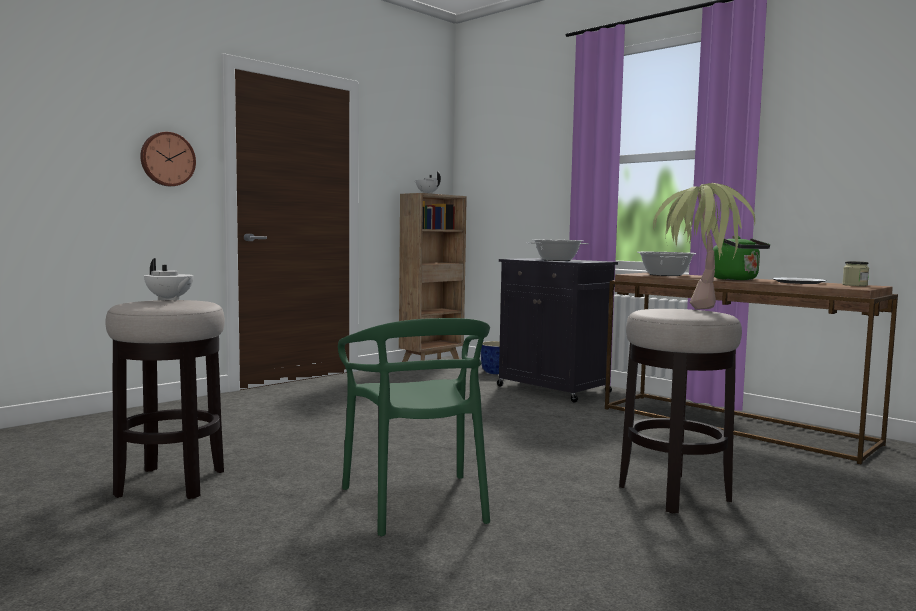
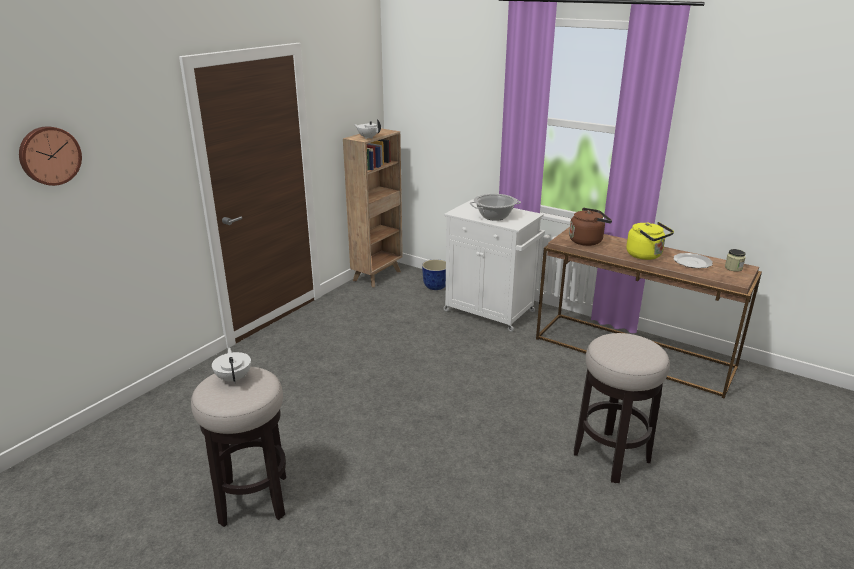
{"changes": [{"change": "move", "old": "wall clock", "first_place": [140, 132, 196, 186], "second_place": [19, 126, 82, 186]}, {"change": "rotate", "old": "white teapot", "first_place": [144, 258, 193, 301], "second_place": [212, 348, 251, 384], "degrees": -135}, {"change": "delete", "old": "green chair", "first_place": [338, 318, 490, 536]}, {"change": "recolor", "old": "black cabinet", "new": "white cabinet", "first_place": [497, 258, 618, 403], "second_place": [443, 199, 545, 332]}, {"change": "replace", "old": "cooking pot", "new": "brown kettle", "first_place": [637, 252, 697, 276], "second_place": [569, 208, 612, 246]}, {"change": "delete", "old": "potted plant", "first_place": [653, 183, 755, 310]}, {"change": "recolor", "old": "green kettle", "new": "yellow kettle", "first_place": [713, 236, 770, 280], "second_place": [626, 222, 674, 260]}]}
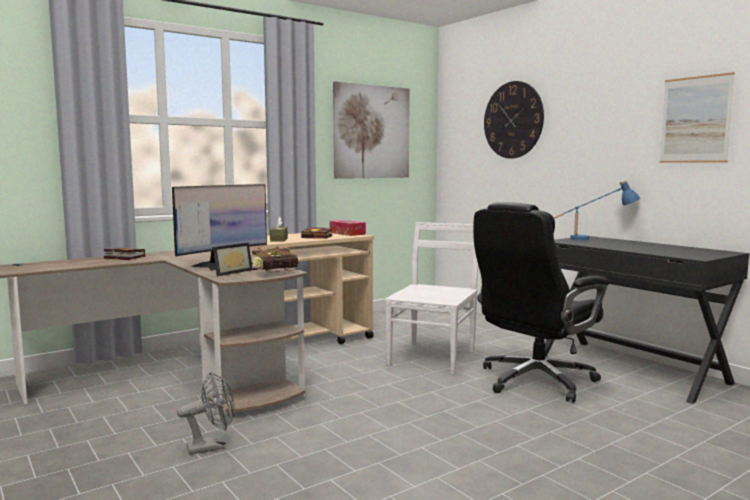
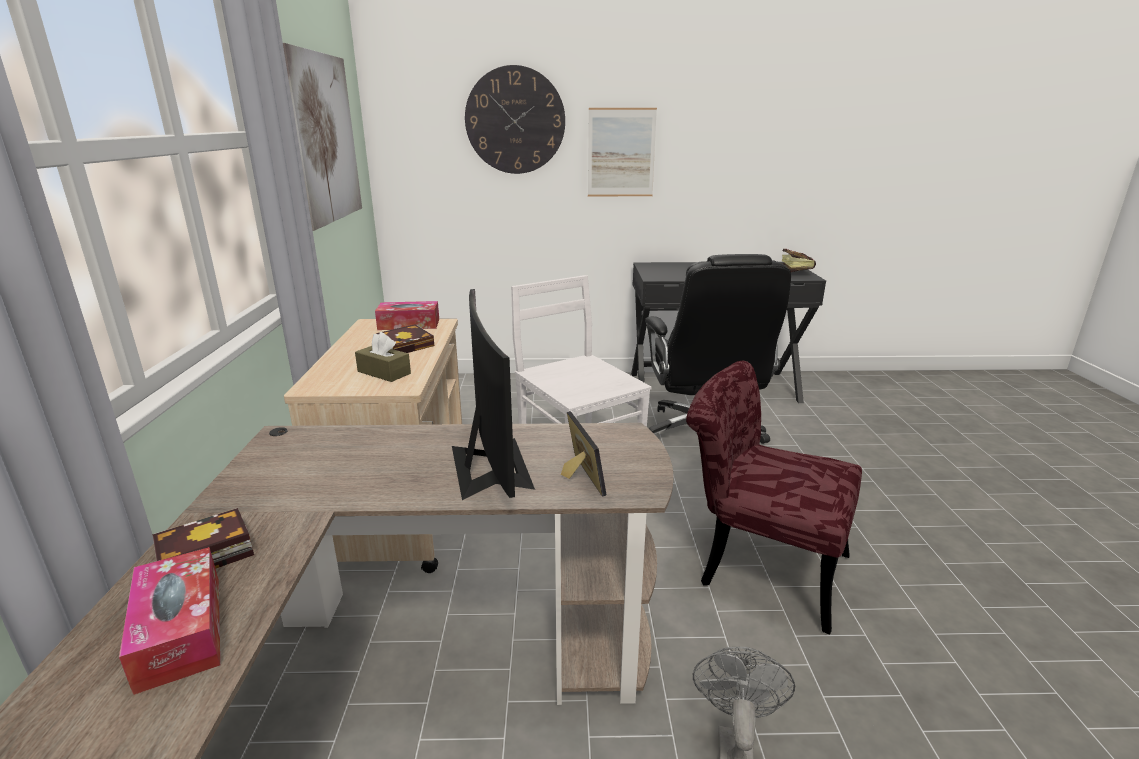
{"changes": [{"change": "move", "old": "book", "first_place": [252, 247, 298, 272], "second_place": [781, 249, 816, 272]}, {"change": "delete", "old": "blue table lamp", "first_place": [554, 180, 640, 241]}, {"change": "move", "old": "picture", "first_place": [660, 72, 735, 163], "second_place": [588, 108, 657, 196]}, {"change": "insert", "new": "tissue box", "second_place": [119, 547, 220, 695]}, {"change": "insert", "new": "red chair", "second_place": [686, 361, 862, 635]}]}
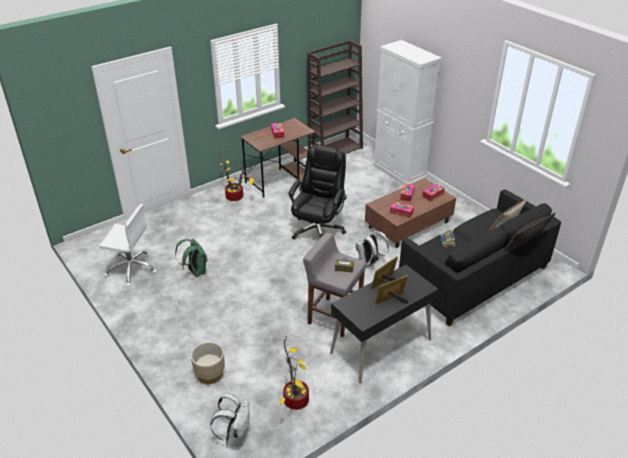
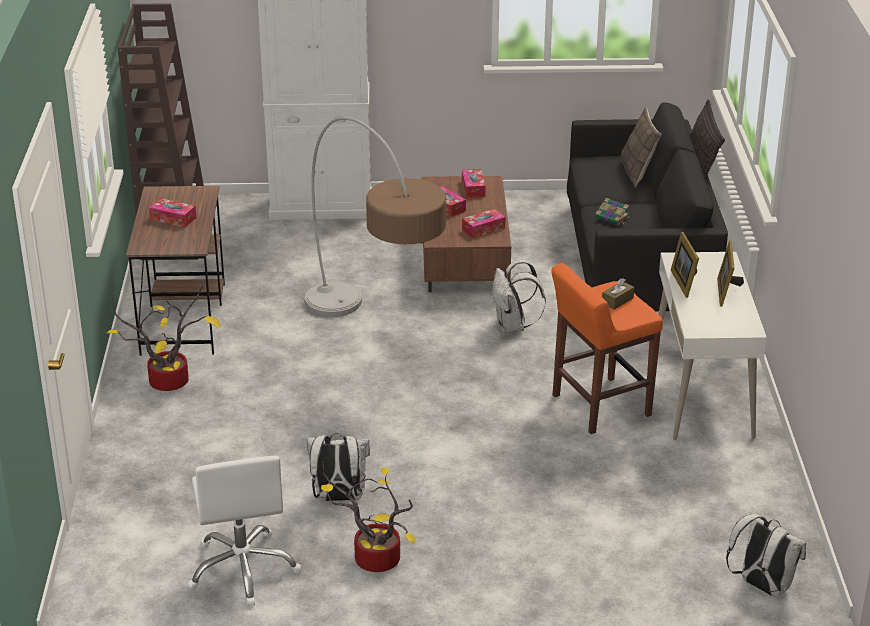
{"changes": [{"change": "rotate", "old": "white office chair", "first_place": [99, 204, 157, 286], "second_place": [188, 456, 301, 606], "degrees": 120}, {"change": "recolor", "old": "green backpack", "new": "white backpack", "first_place": [175, 239, 208, 277], "second_place": [307, 433, 370, 501]}, {"change": "delete", "old": "beige planter", "first_place": [191, 342, 225, 384]}, {"change": "move", "old": "potted plant", "first_place": [280, 336, 309, 410], "second_place": [321, 461, 415, 572]}, {"change": "replace", "old": "black office chair", "new": "floor lamp", "first_place": [288, 145, 347, 239], "second_place": [304, 117, 446, 317]}, {"change": "recolor", "old": "grey stool", "new": "orange stool", "first_place": [303, 233, 366, 337], "second_place": [551, 263, 663, 434]}, {"change": "recolor", "old": "black desk", "new": "white desk", "first_place": [330, 265, 438, 383], "second_place": [658, 252, 767, 440]}]}
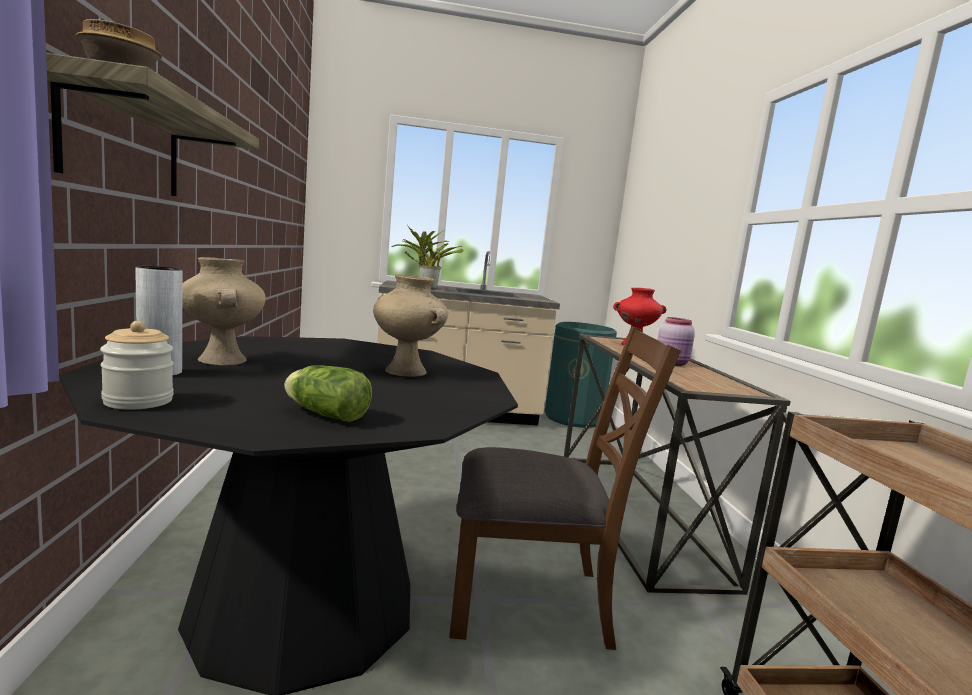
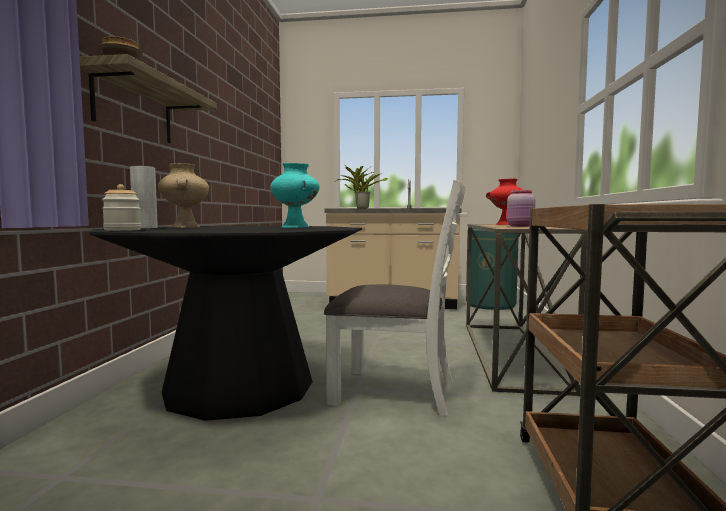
{"changes": [{"change": "delete", "old": "lettuce", "first_place": [284, 366, 372, 422]}, {"change": "recolor", "old": "beige vase", "new": "turquoise vase", "first_place": [373, 274, 448, 377], "second_place": [270, 163, 320, 228]}, {"change": "recolor", "old": "brown chair", "new": "white chair", "first_place": [449, 326, 681, 650], "second_place": [324, 180, 466, 416]}]}
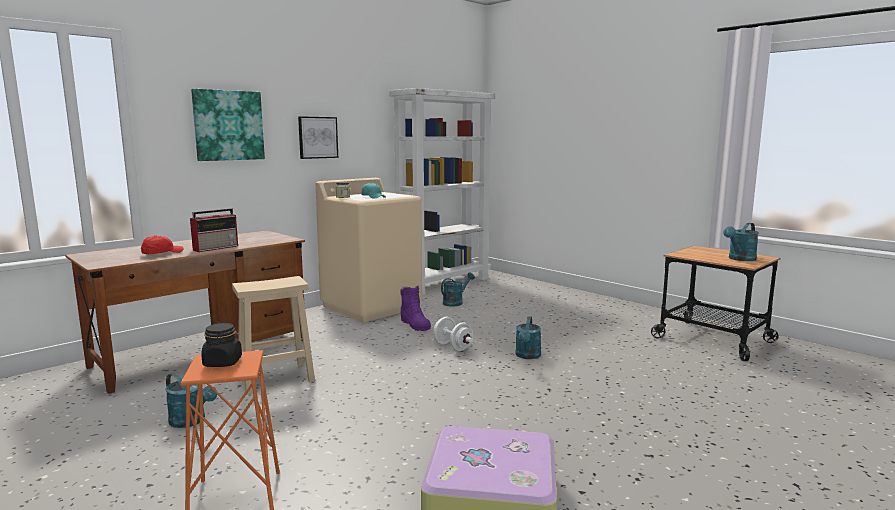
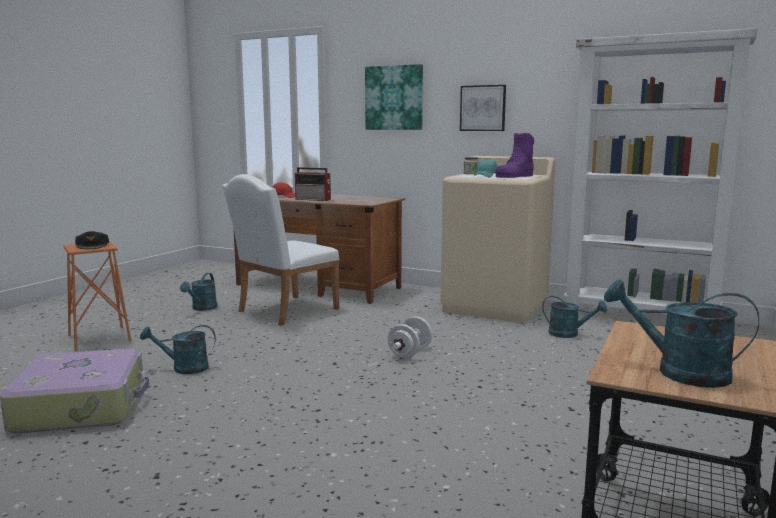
{"changes": [{"change": "replace", "old": "black jar", "new": "black cap", "first_place": [201, 323, 242, 367], "second_place": [75, 231, 109, 249]}, {"change": "replace", "old": "beige stool", "new": "white chair", "first_place": [232, 276, 315, 395], "second_place": [222, 174, 339, 326]}, {"change": "move", "old": "purple boot", "first_place": [400, 286, 431, 331], "second_place": [495, 133, 534, 178]}, {"change": "move", "old": "turquoise watering can", "first_place": [515, 316, 541, 359], "second_place": [140, 325, 216, 374]}]}
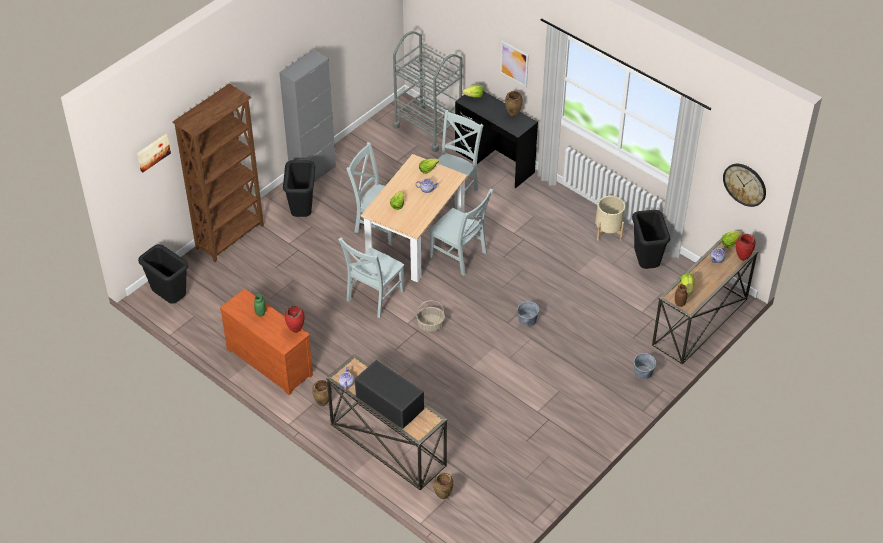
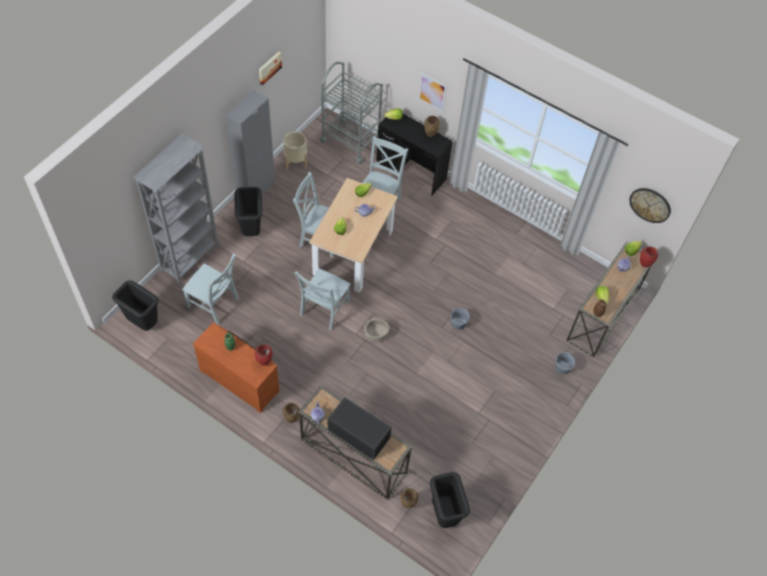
{"changes": [{"change": "move", "old": "picture", "first_place": [137, 134, 171, 172], "second_place": [259, 52, 282, 85]}, {"change": "recolor", "old": "brown bookcase", "new": "grey bookcase", "first_place": [172, 83, 264, 262], "second_place": [133, 133, 219, 284]}, {"change": "move", "old": "grey chair", "first_place": [429, 189, 493, 276], "second_place": [182, 254, 239, 325]}, {"change": "move", "old": "beige planter", "first_place": [595, 196, 625, 241], "second_place": [284, 132, 307, 169]}, {"change": "move", "old": "black trash can", "first_place": [632, 210, 670, 269], "second_place": [430, 472, 470, 528]}]}
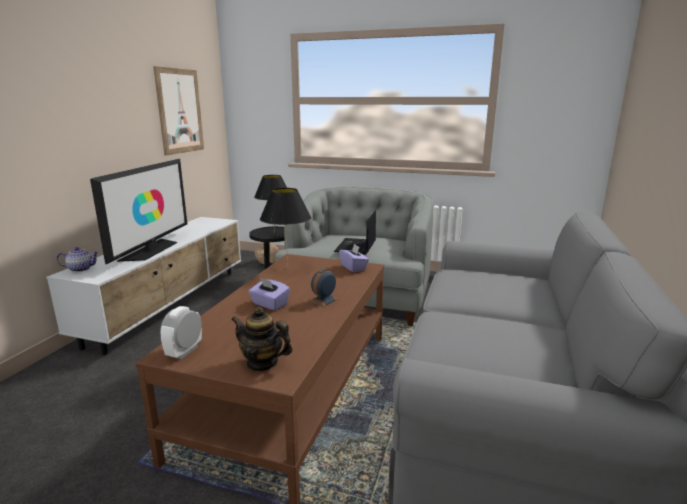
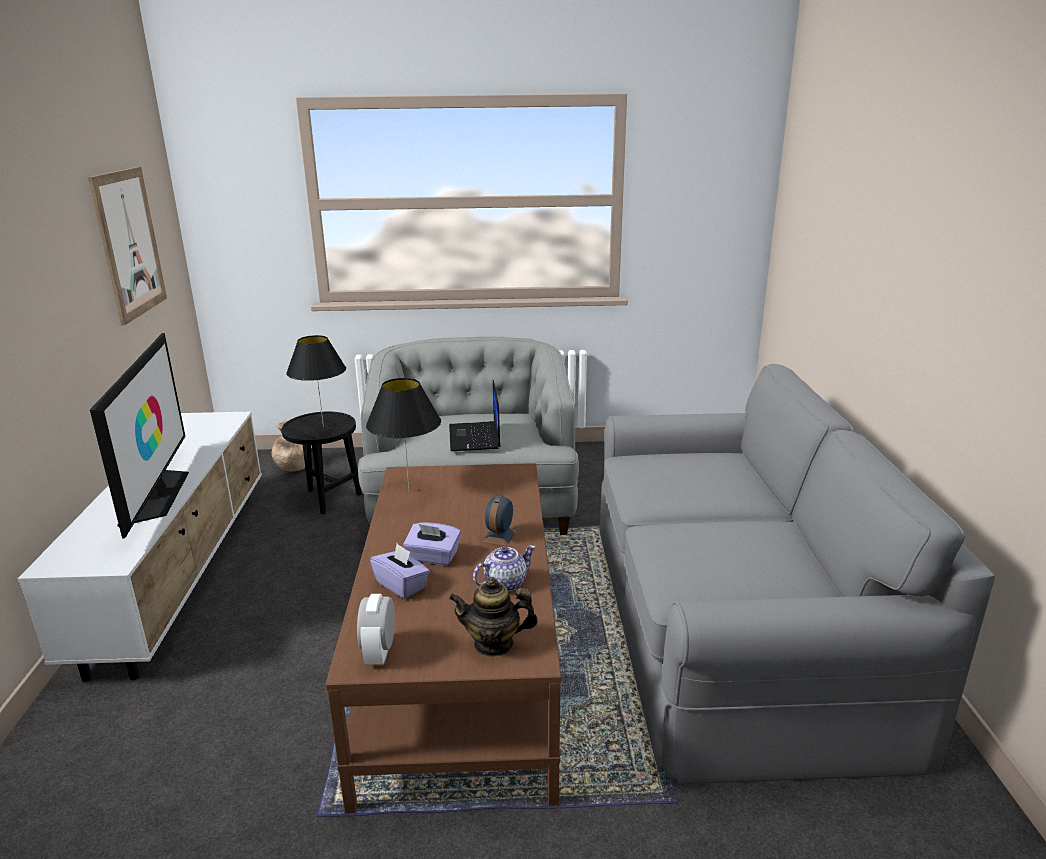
{"changes": [{"change": "move", "old": "teapot", "first_place": [56, 247, 99, 272], "second_place": [473, 545, 536, 592]}, {"change": "move", "old": "purple tissue box", "first_place": [339, 244, 369, 272], "second_place": [370, 544, 430, 599]}]}
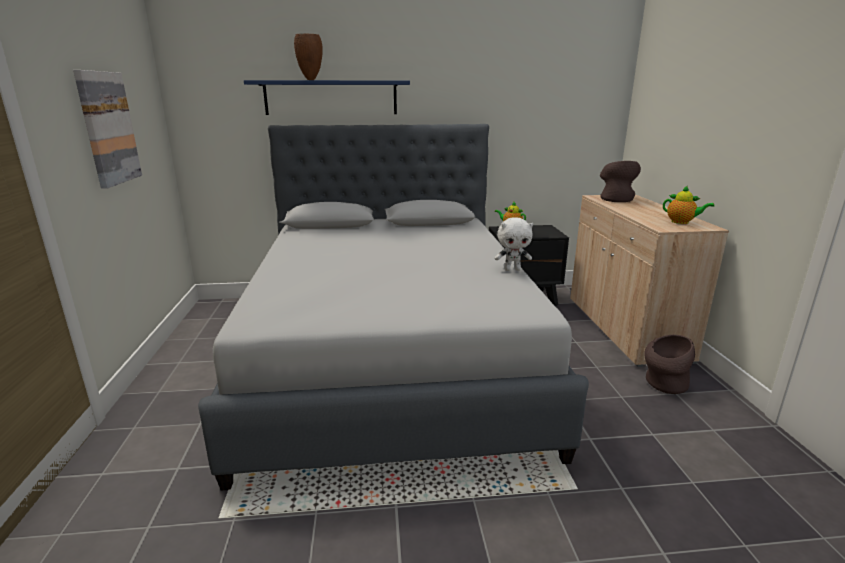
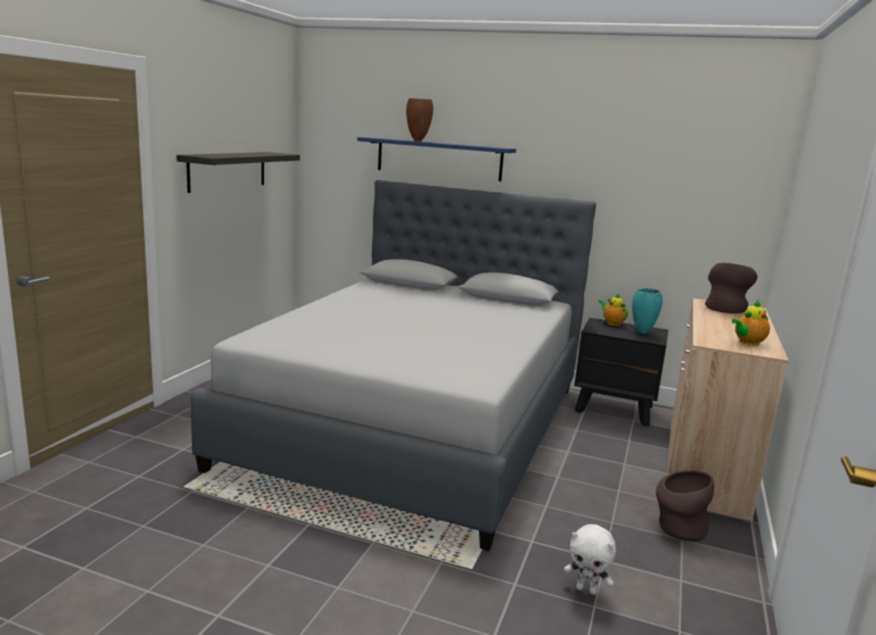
{"changes": [{"change": "replace", "old": "picture", "new": "shelf", "first_place": [73, 70, 142, 189], "second_place": [176, 152, 300, 193]}, {"change": "move", "old": "white plush toy", "first_place": [494, 217, 533, 271], "second_place": [564, 524, 616, 595]}, {"change": "rotate", "old": "teapot", "first_place": [663, 186, 714, 224], "second_place": [732, 300, 770, 346], "degrees": 90}, {"change": "insert", "new": "turquoise vase", "second_place": [632, 288, 663, 334]}]}
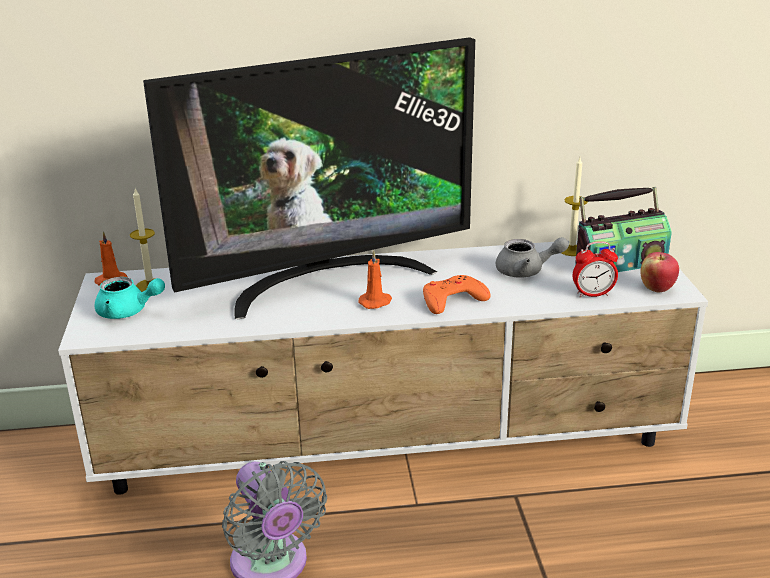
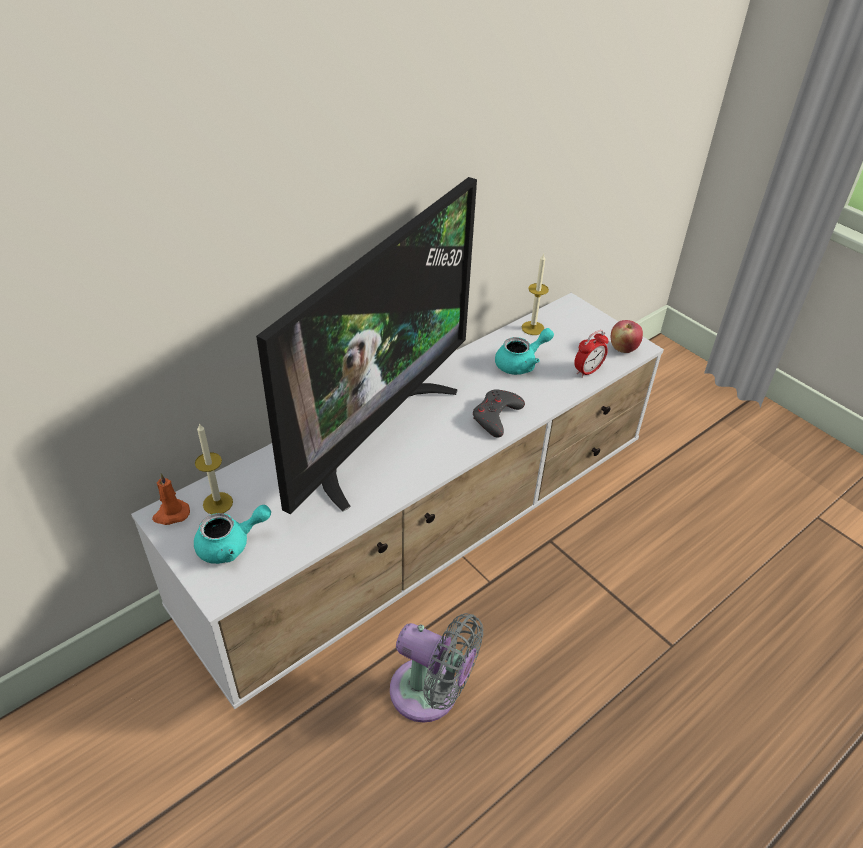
{"changes": [{"change": "delete", "old": "orange candle", "first_place": [358, 250, 392, 309]}, {"change": "recolor", "old": "orange game controller", "new": "grey game controller", "first_place": [423, 275, 491, 314], "second_place": [473, 389, 525, 438]}, {"change": "recolor", "old": "grey teapot", "new": "turquoise teapot", "first_place": [495, 237, 569, 278], "second_place": [495, 328, 554, 375]}, {"change": "delete", "old": "radio", "first_place": [575, 187, 672, 272]}]}
